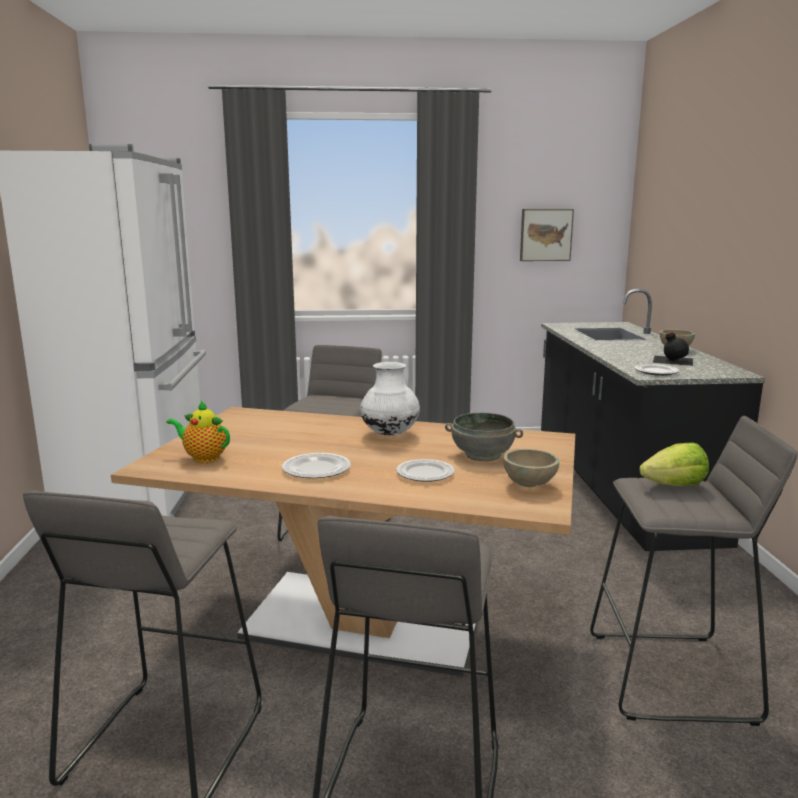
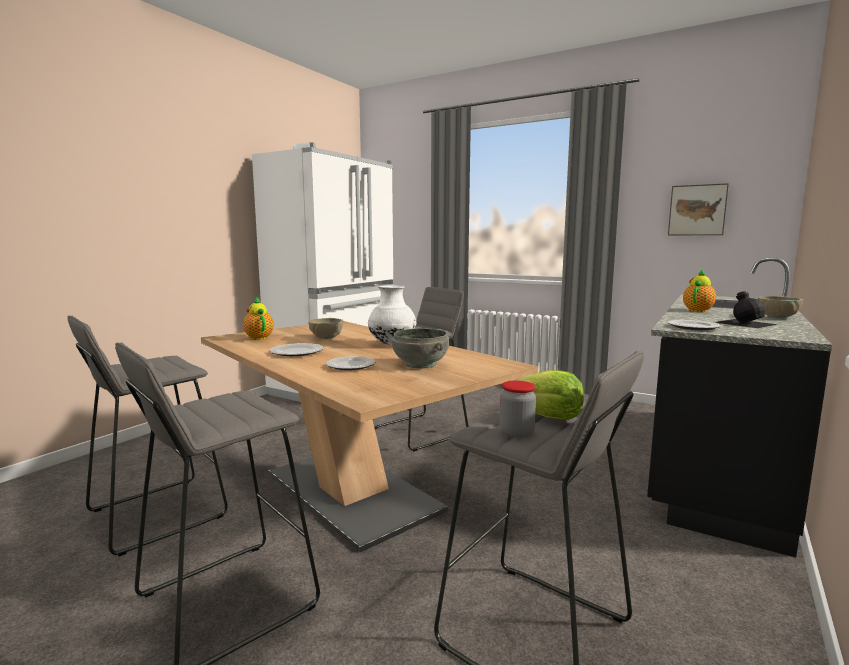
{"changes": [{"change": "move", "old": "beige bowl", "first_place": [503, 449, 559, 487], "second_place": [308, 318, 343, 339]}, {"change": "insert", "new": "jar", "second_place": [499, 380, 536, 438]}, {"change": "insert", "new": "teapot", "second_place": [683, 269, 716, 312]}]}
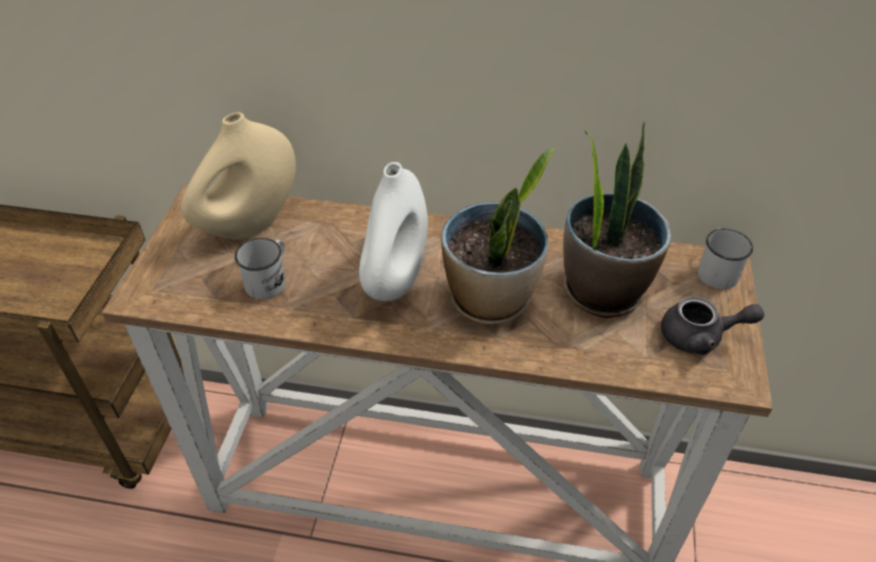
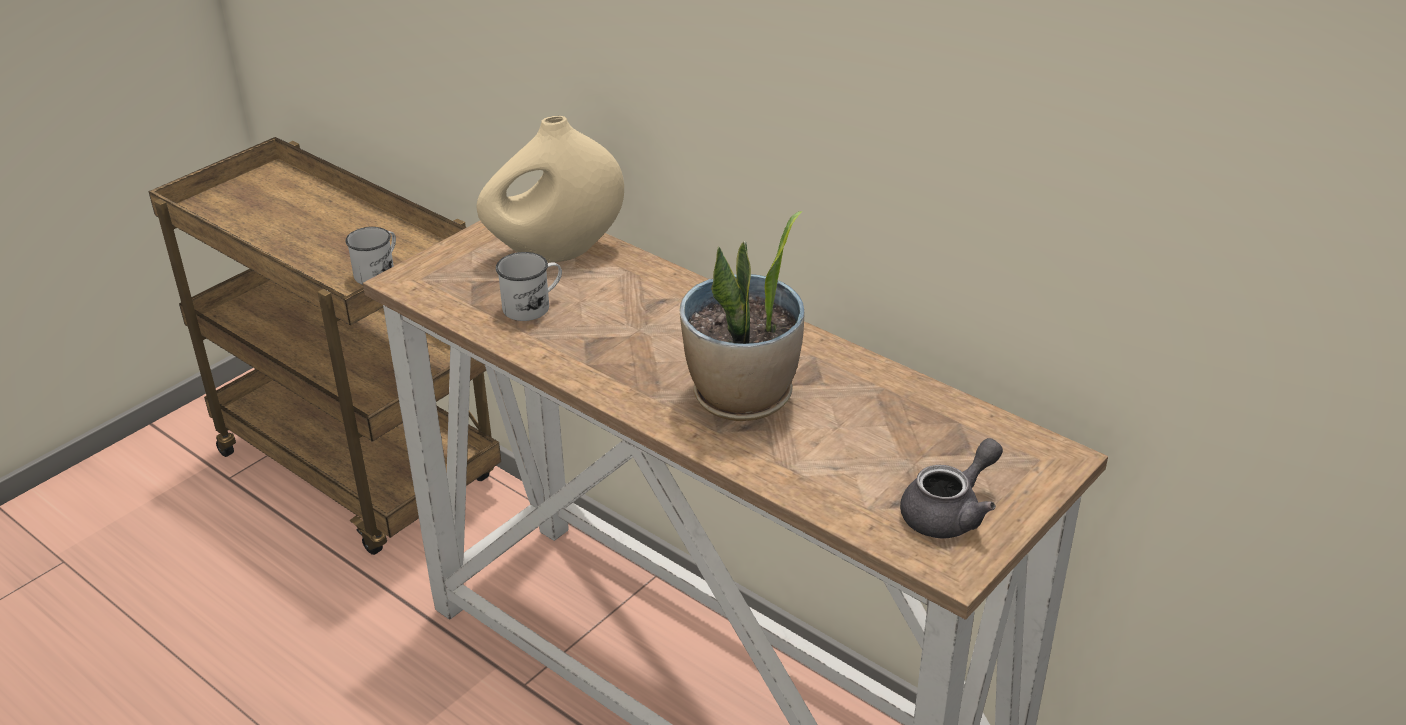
{"changes": [{"change": "delete", "old": "white vase", "first_place": [359, 162, 428, 301]}, {"change": "delete", "old": "potted plant", "first_place": [563, 121, 672, 318]}, {"change": "rotate", "old": "grey teapot", "first_place": [661, 296, 764, 355], "second_place": [900, 438, 1003, 539], "degrees": -75}, {"change": "move", "old": "white mug", "first_place": [698, 228, 753, 289], "second_place": [345, 227, 396, 285]}]}
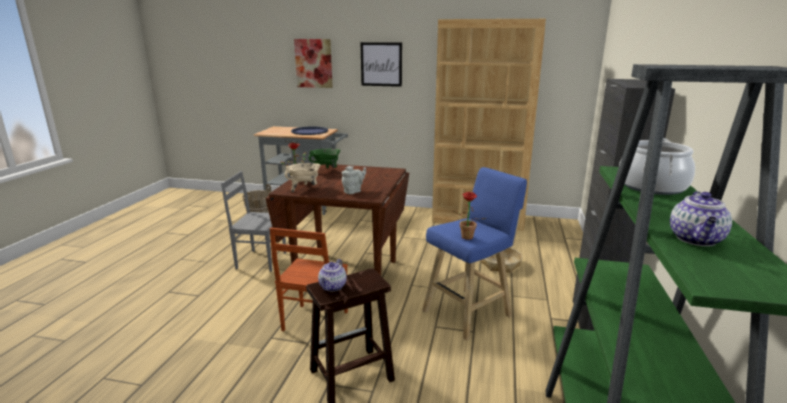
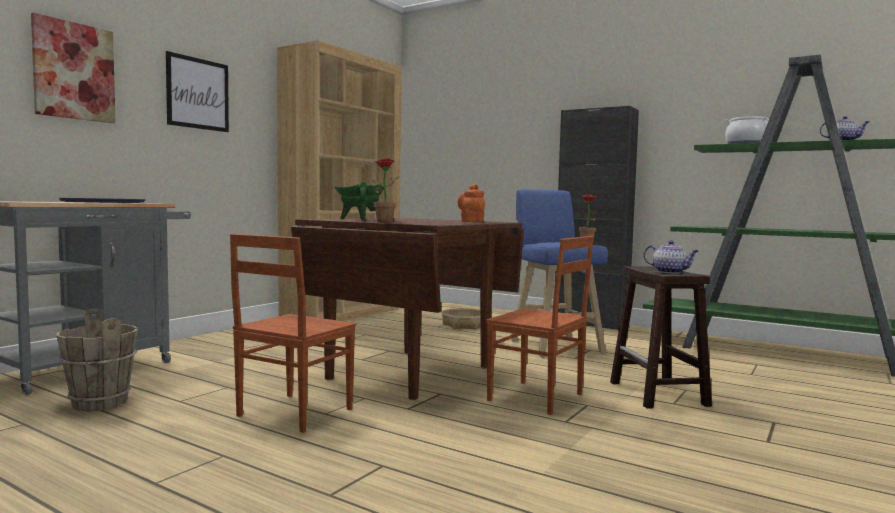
{"changes": [{"change": "recolor", "old": "grey chair", "new": "brown chair", "first_place": [221, 171, 286, 272], "second_place": [230, 234, 356, 433]}, {"change": "delete", "old": "beige cooking pot", "first_place": [285, 163, 320, 192]}, {"change": "recolor", "old": "grey teapot", "new": "orange teapot", "first_place": [342, 166, 366, 194], "second_place": [458, 184, 485, 222]}]}
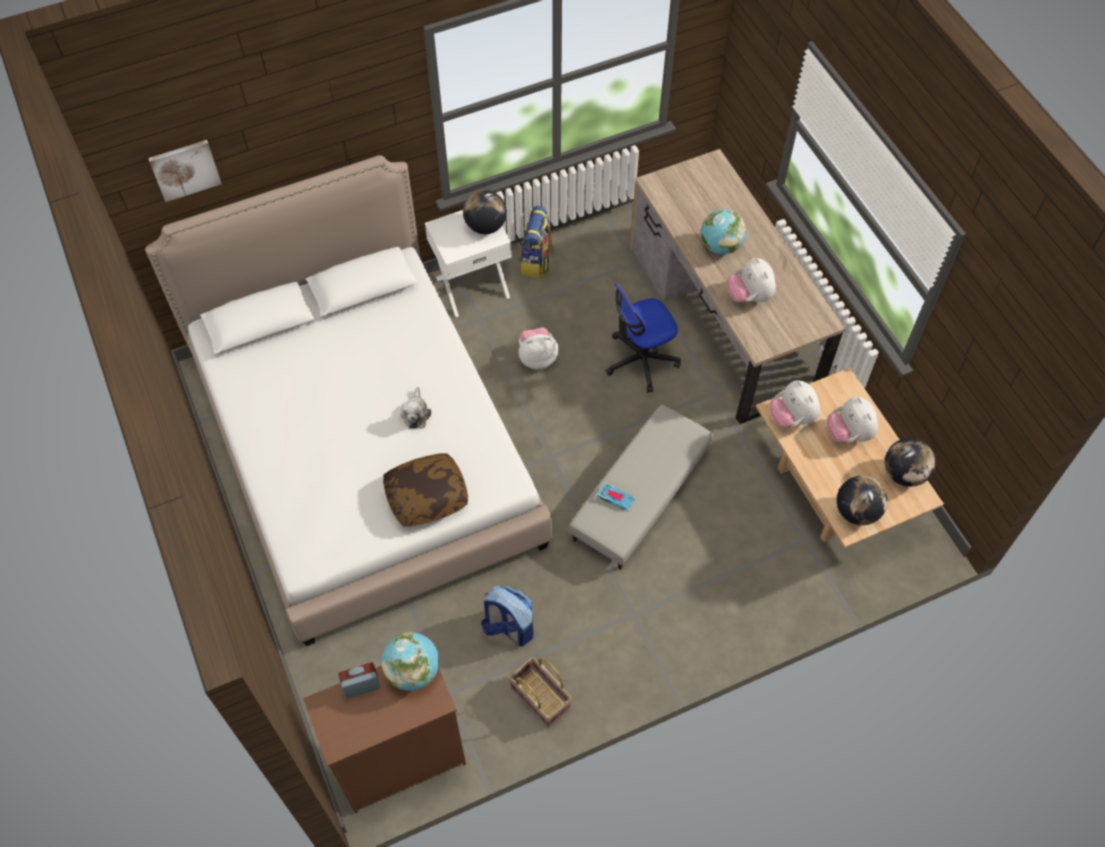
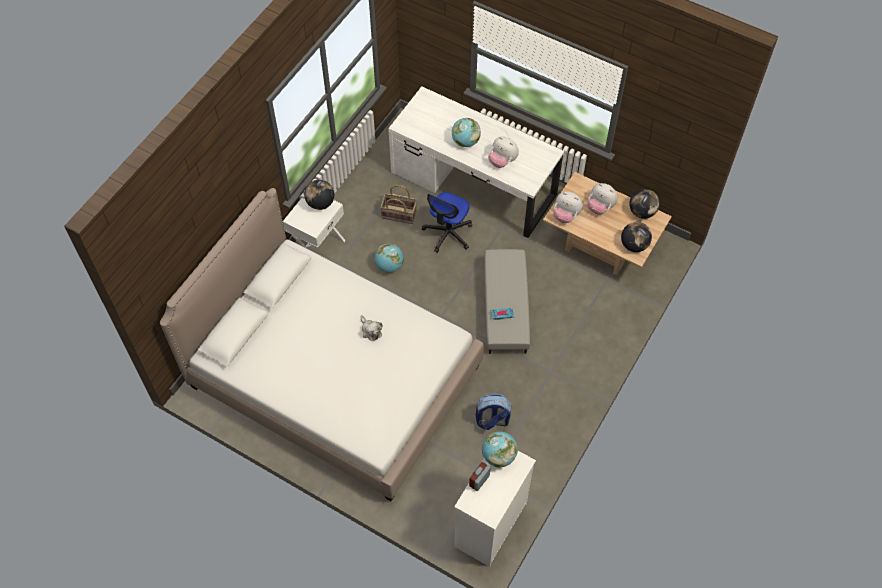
{"changes": [{"change": "delete", "old": "picture", "first_place": [148, 140, 222, 202]}, {"change": "recolor", "old": "brown dresser", "new": "white dresser", "first_place": [303, 666, 466, 814], "second_place": [454, 451, 536, 567]}, {"change": "delete", "old": "pillow", "first_place": [383, 453, 468, 526]}, {"change": "move", "old": "basket", "first_place": [509, 657, 572, 728], "second_place": [380, 185, 417, 224]}, {"change": "delete", "old": "backpack", "first_place": [519, 206, 554, 278]}, {"change": "replace", "old": "plush toy", "new": "globe", "first_place": [519, 328, 559, 370], "second_place": [375, 244, 404, 273]}, {"change": "recolor", "old": "brown desk", "new": "white desk", "first_place": [630, 149, 846, 424], "second_place": [388, 86, 564, 238]}]}
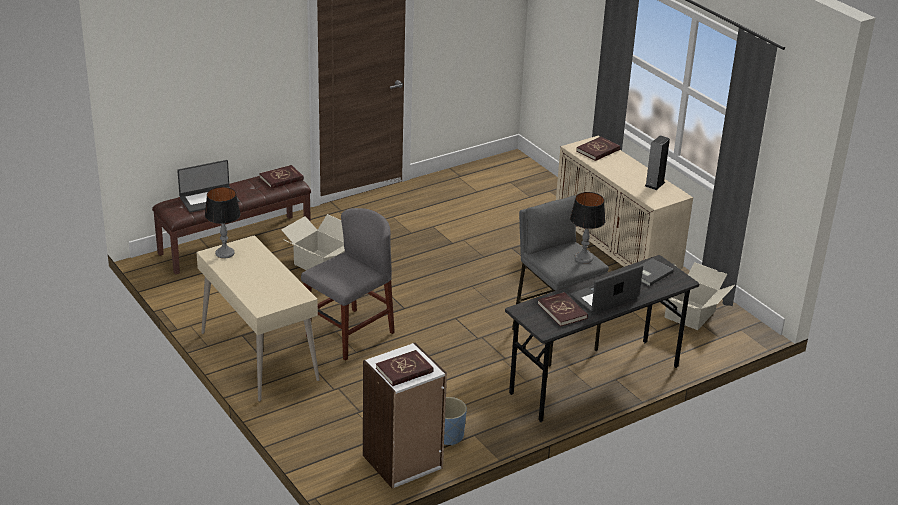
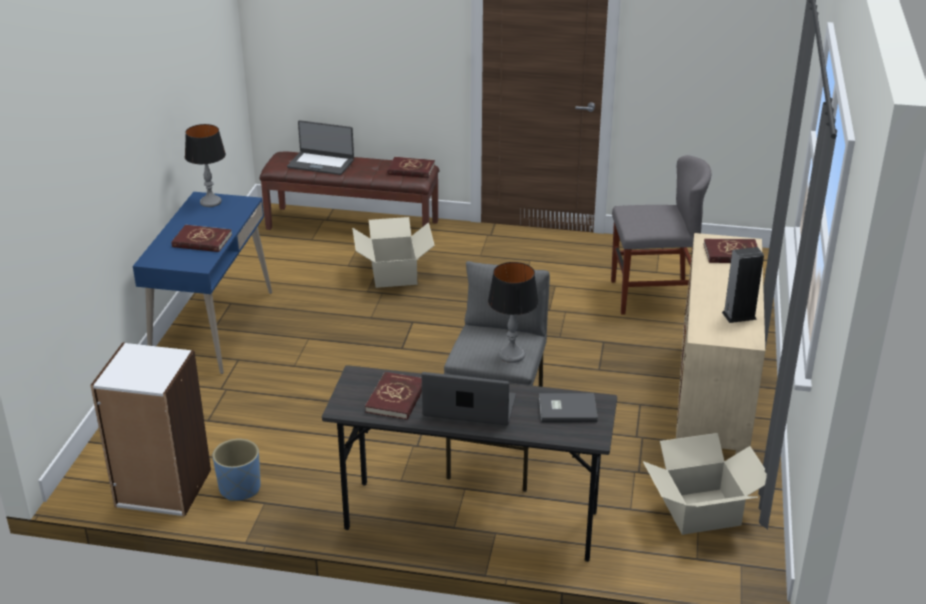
{"changes": [{"change": "recolor", "old": "beige desk", "new": "blue desk", "first_place": [196, 235, 320, 402], "second_place": [133, 192, 272, 374]}, {"change": "move", "old": "grey chair", "first_place": [301, 208, 395, 361], "second_place": [611, 155, 711, 315]}, {"change": "move", "old": "red book", "first_place": [376, 350, 434, 386], "second_place": [171, 225, 232, 252]}]}
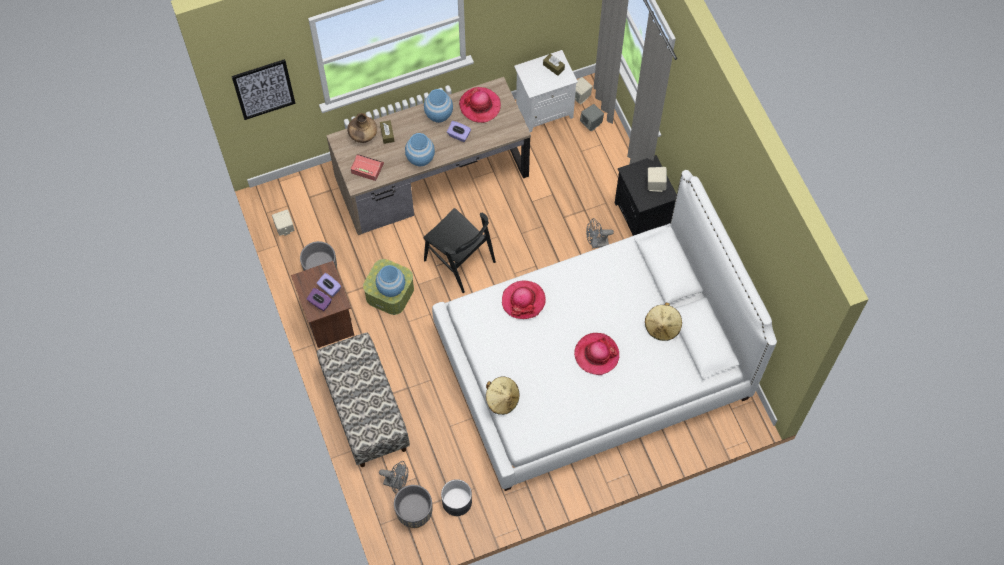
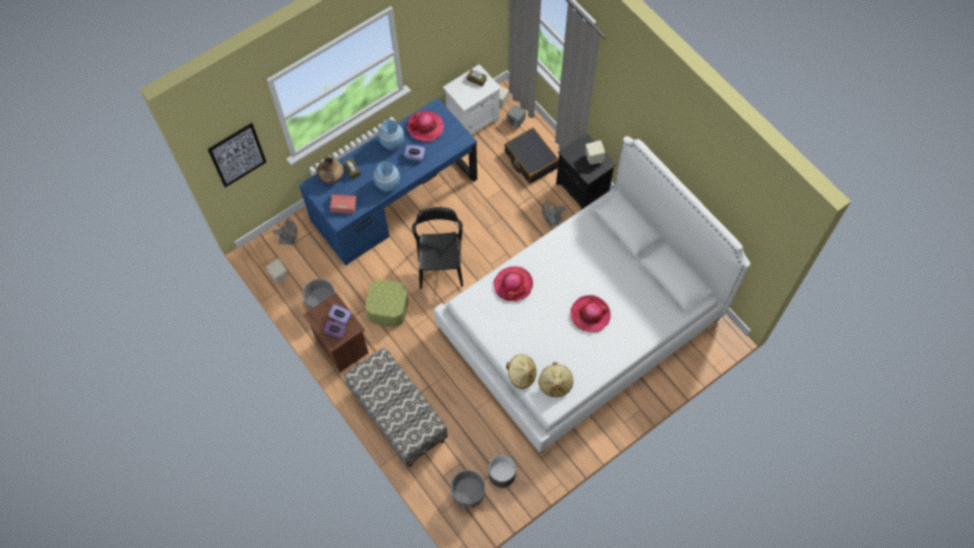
{"changes": [{"change": "recolor", "old": "brown desk", "new": "blue desk", "first_place": [326, 77, 531, 235], "second_place": [299, 98, 477, 266]}, {"change": "delete", "old": "blue vase", "first_place": [375, 265, 405, 297]}, {"change": "move", "old": "grey fan", "first_place": [379, 461, 408, 493], "second_place": [273, 218, 297, 245]}, {"change": "rotate", "old": "black chair", "first_place": [424, 208, 496, 293], "second_place": [412, 207, 463, 289], "degrees": -120}, {"change": "move", "old": "beige hat", "first_place": [645, 303, 682, 341], "second_place": [539, 362, 573, 397]}, {"change": "insert", "new": "black suitcase", "second_place": [504, 128, 559, 184]}]}
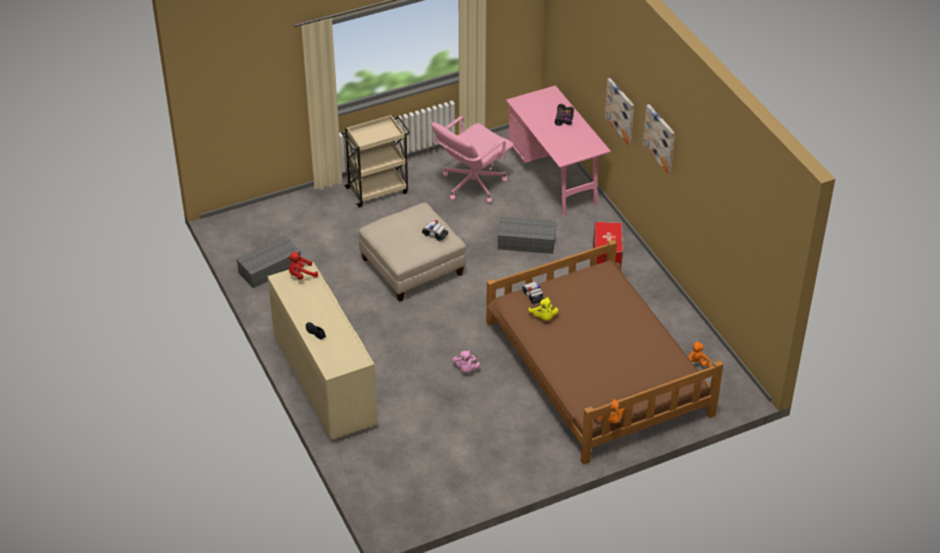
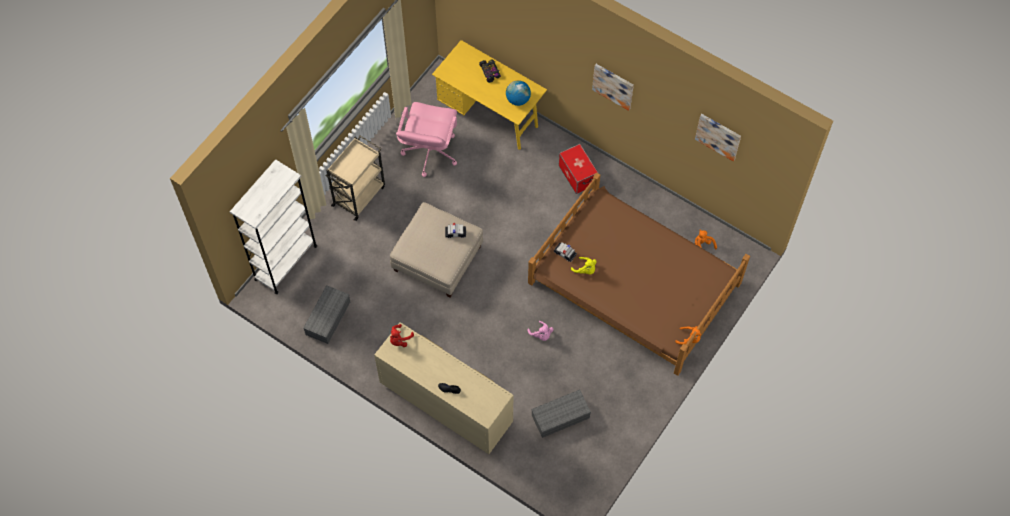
{"changes": [{"change": "move", "old": "grey storage box", "first_place": [497, 217, 557, 254], "second_place": [531, 390, 591, 438]}, {"change": "recolor", "old": "pink desk", "new": "yellow desk", "first_place": [506, 85, 611, 216], "second_place": [432, 40, 547, 150]}, {"change": "move", "old": "picture", "first_place": [605, 78, 634, 145], "second_place": [695, 114, 741, 161]}, {"change": "insert", "new": "white bookcase", "second_place": [230, 159, 317, 294]}, {"change": "insert", "new": "globe", "second_place": [506, 80, 531, 106]}]}
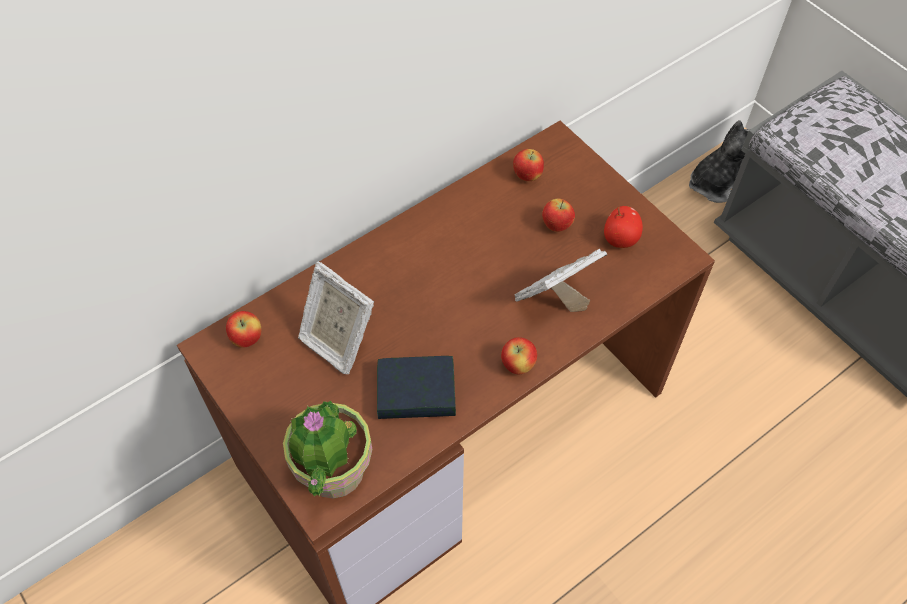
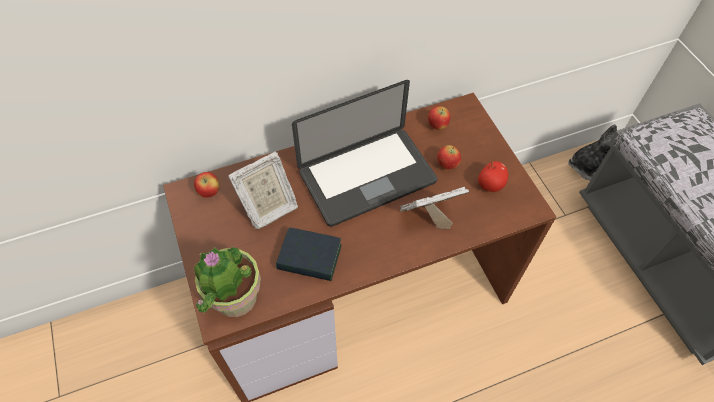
{"changes": [{"change": "rotate", "old": "picture frame", "first_place": [298, 261, 374, 374], "second_place": [228, 151, 298, 229], "degrees": -90}, {"change": "delete", "old": "apple", "first_place": [501, 337, 537, 374]}, {"change": "insert", "new": "laptop", "second_place": [292, 80, 438, 227]}]}
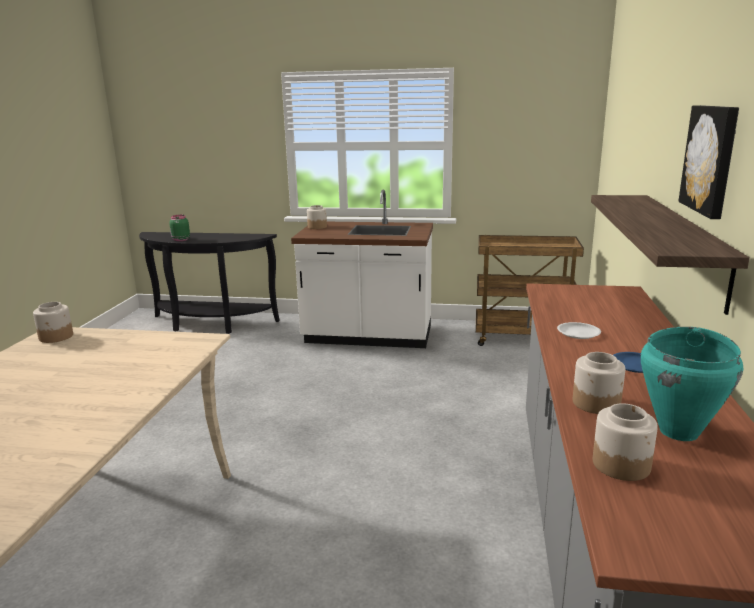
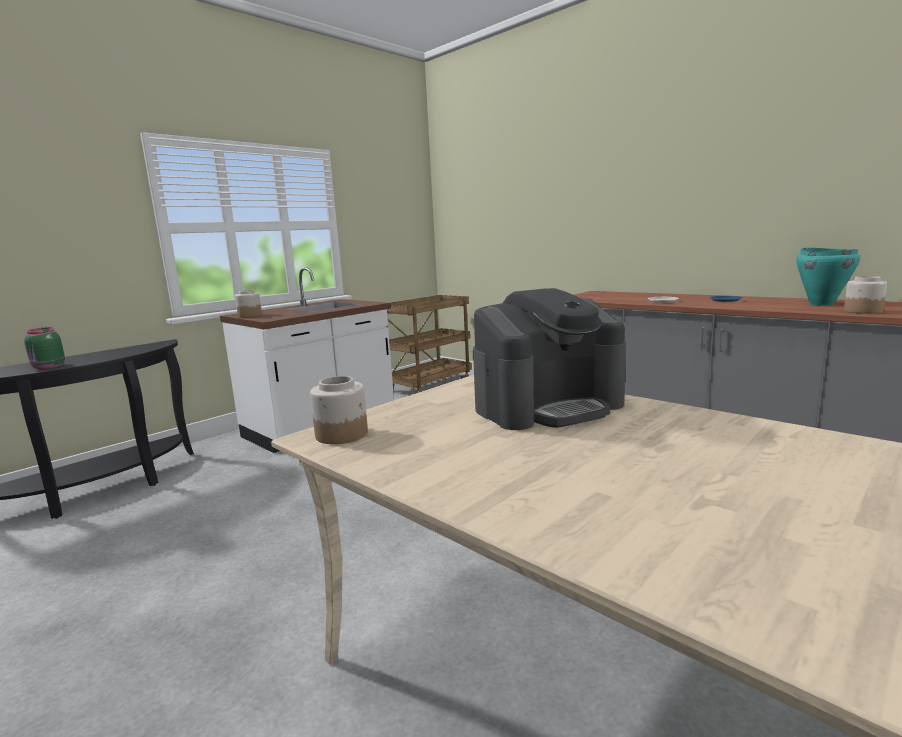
{"changes": [{"change": "delete", "old": "jar", "first_place": [573, 352, 625, 414]}, {"change": "delete", "old": "shelf", "first_place": [591, 195, 750, 315]}, {"change": "delete", "old": "picture", "first_place": [678, 105, 739, 219]}, {"change": "insert", "new": "coffee machine", "second_place": [473, 288, 626, 430]}]}
